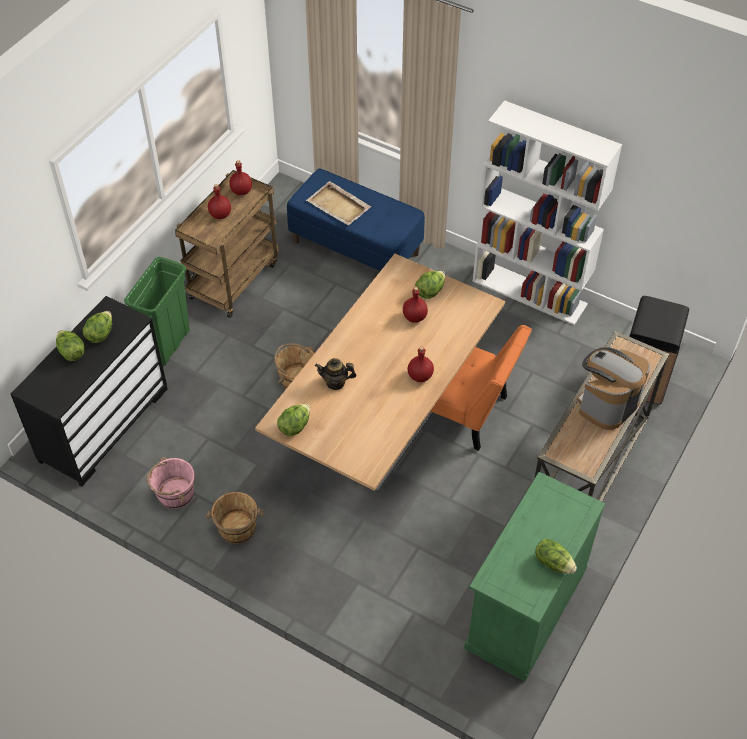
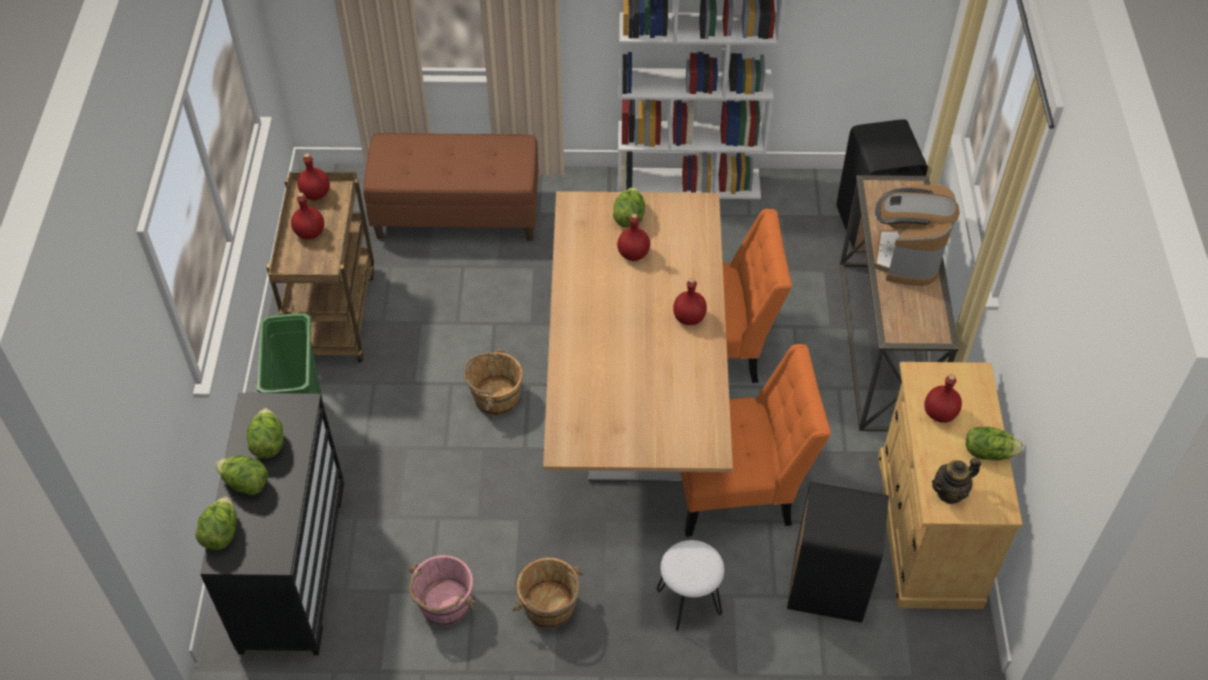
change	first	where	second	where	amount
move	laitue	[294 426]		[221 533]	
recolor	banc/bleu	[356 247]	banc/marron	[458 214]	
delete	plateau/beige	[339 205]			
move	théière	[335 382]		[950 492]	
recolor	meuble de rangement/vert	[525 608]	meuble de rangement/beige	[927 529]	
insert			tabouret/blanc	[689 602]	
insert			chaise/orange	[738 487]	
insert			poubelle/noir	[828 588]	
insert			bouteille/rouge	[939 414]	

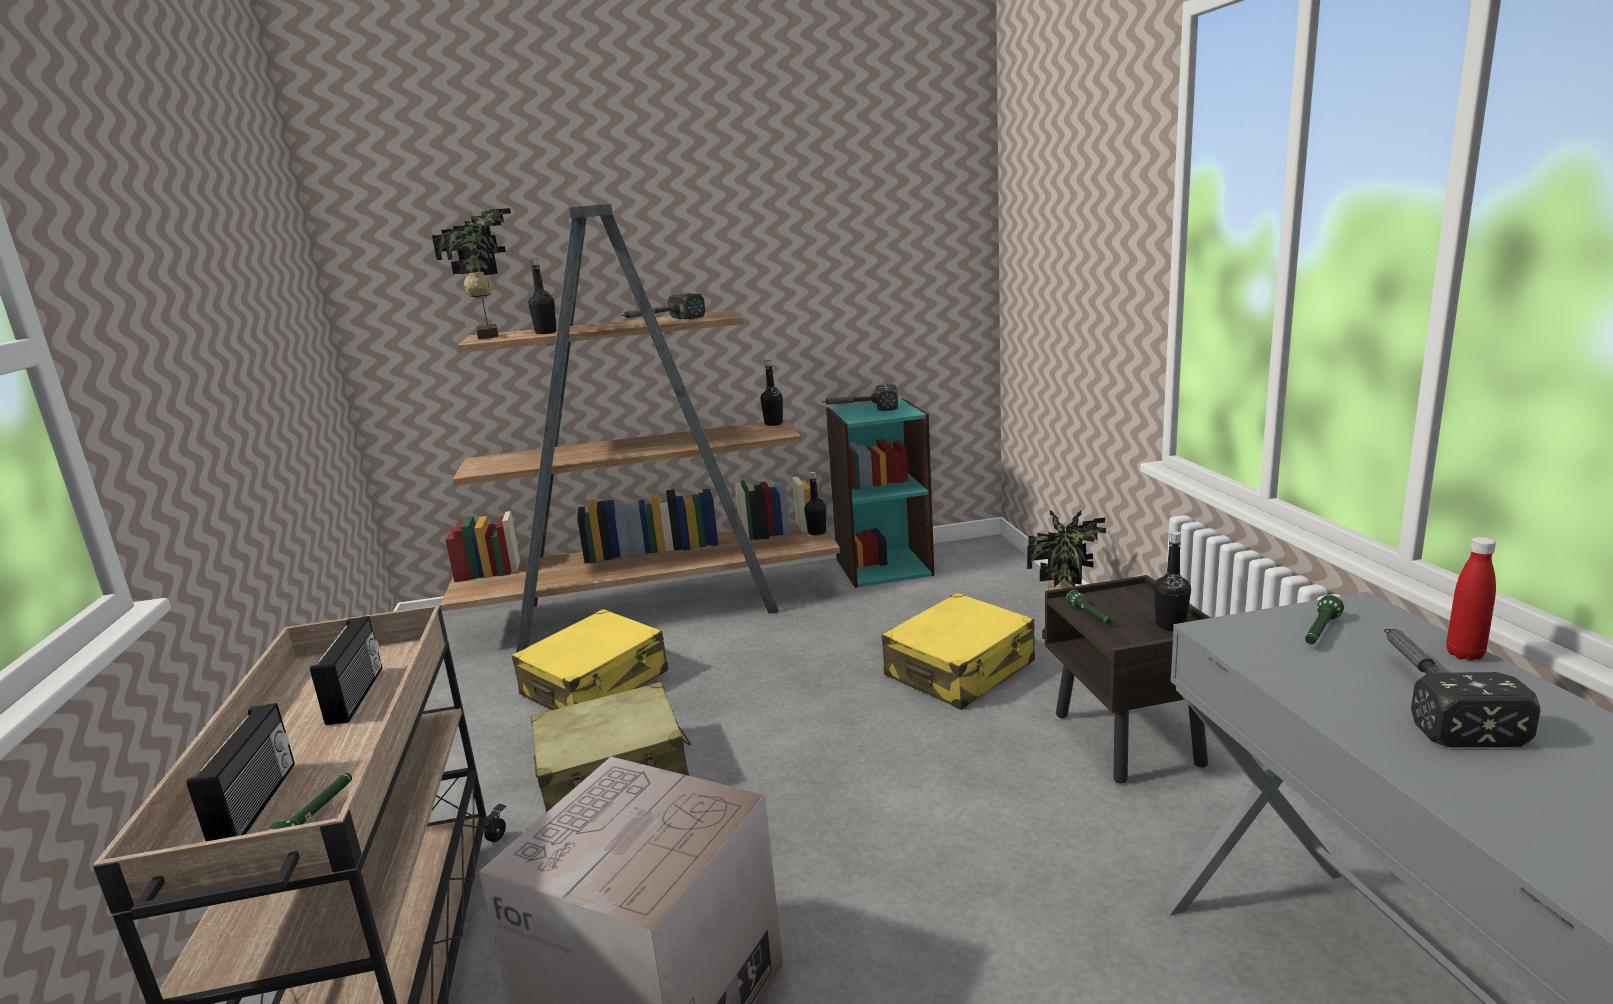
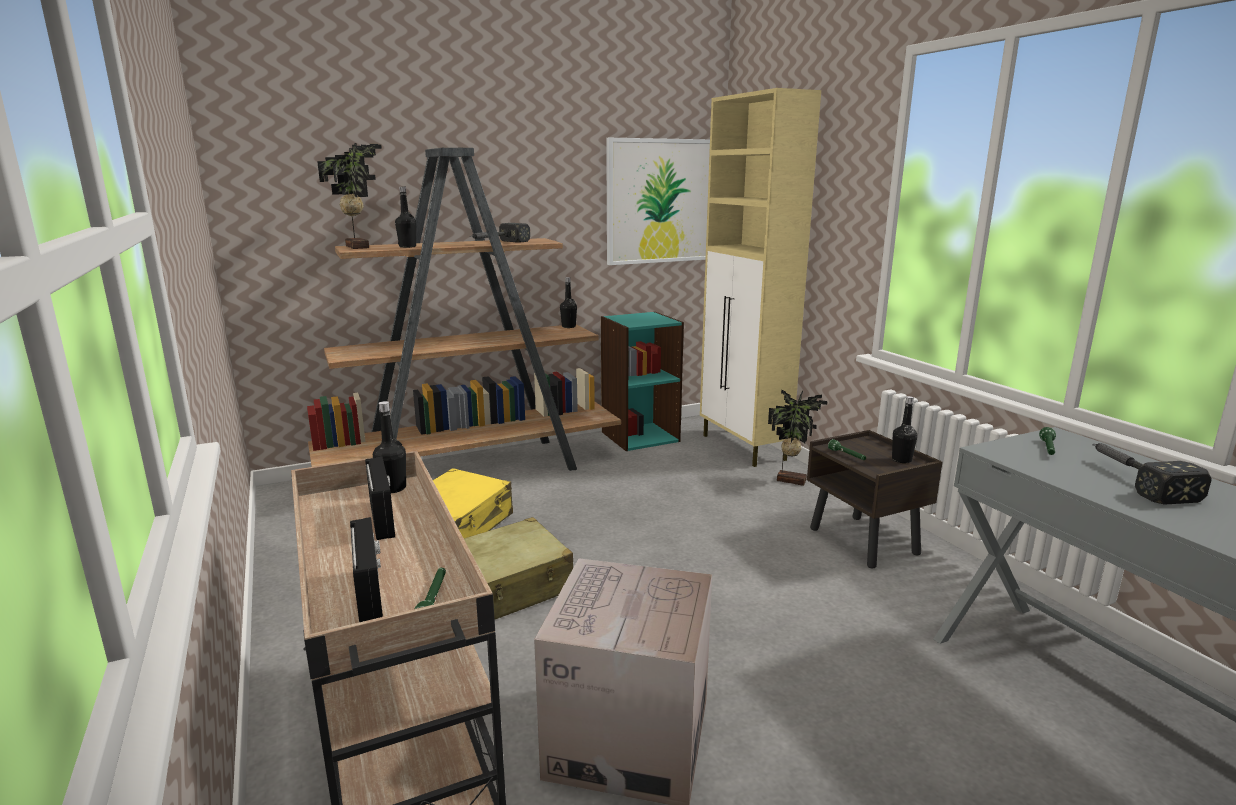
change	first	where	second	where	amount
move	bouteille/noir	[817 532]		[393 488]	
delete	marteau	[859 409]			
delete	valise/jaune	[960 670]			
delete	bouteille/rouge	[1464 654]			
insert			tableau	[660 201]	
insert			meuble de rangement/beige	[743 448]	

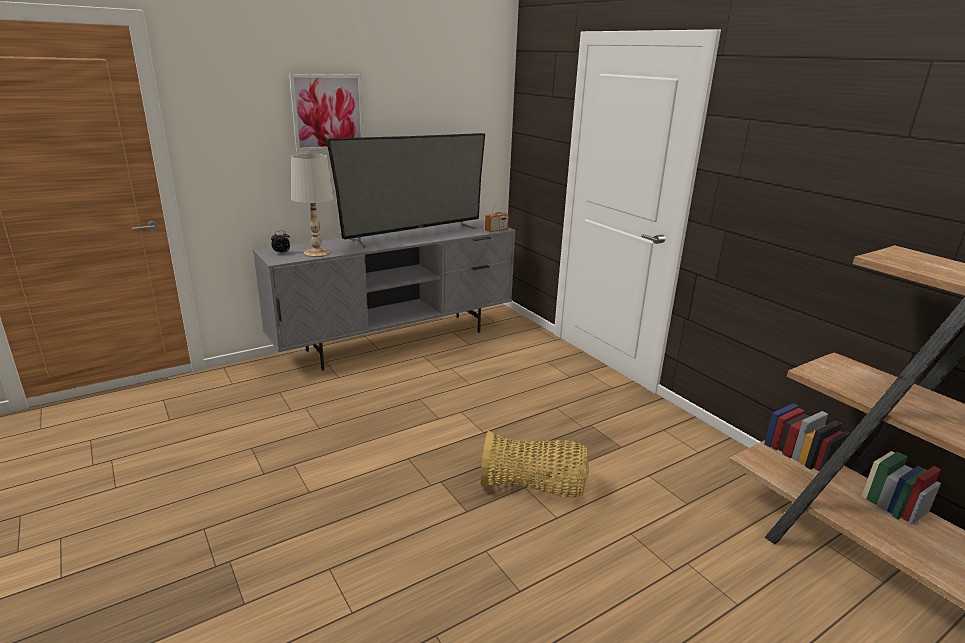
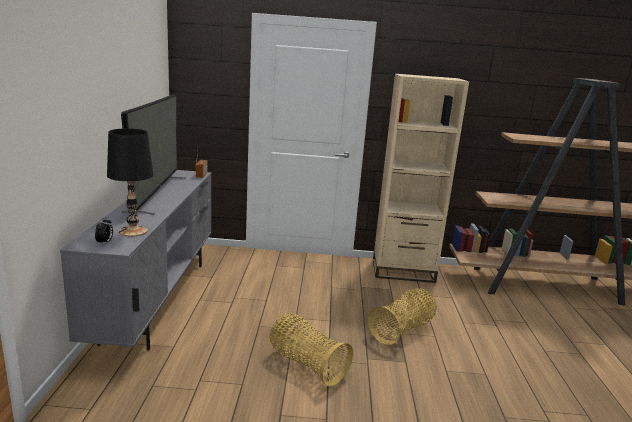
change	first	where	second	where	amount
delete	tableau	[327 112]			
recolor	lampe de table/blanc	[317 253]	lampe de table/noir	[133 231]	
insert			panier	[306 364]	
insert			bibliothèque/beige	[403 271]	

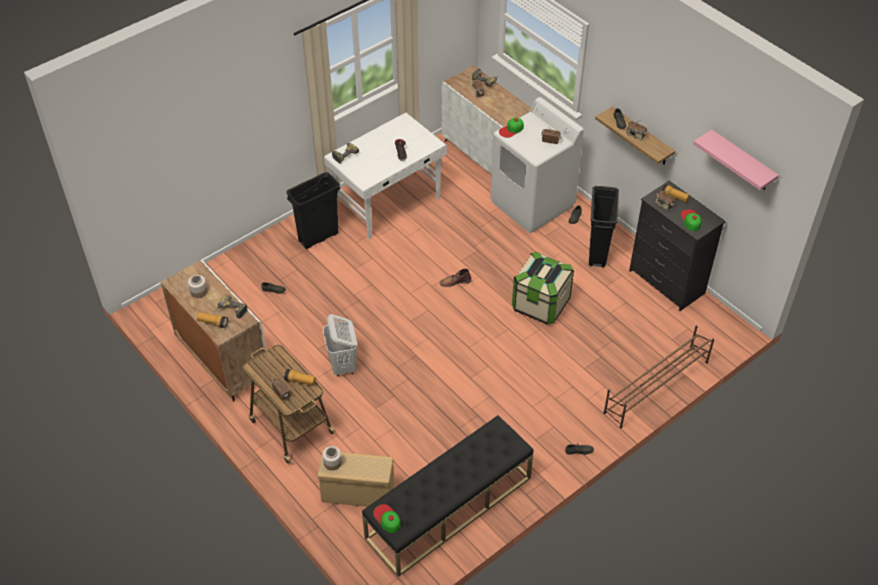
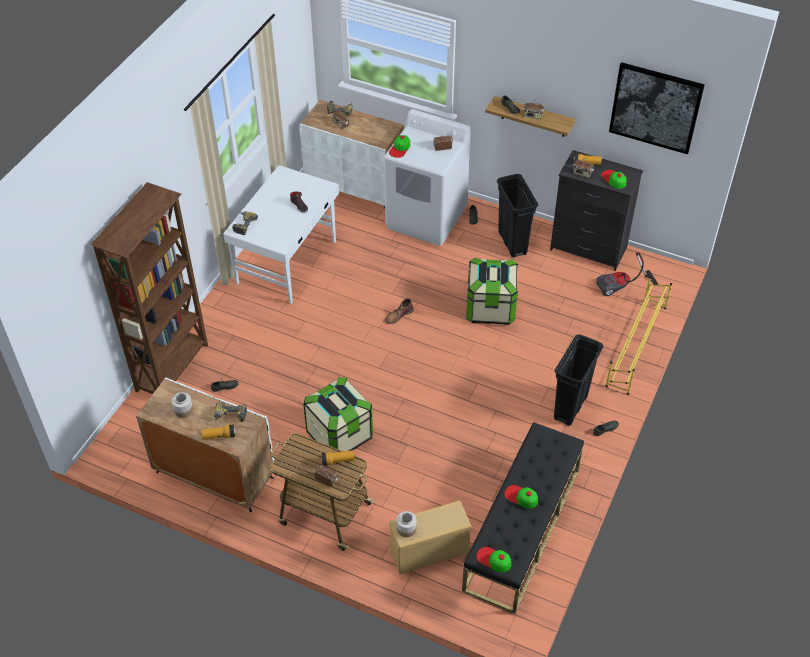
change	first	where	second	where	amount
move	poubelle/noir	[318 237]		[570 407]	
replace	panier à linge/blanc	[343 365]	boîte de rangement	[340 435]	
recolor	étagère à chaussures/marron	[655 387]	étagère à chaussures/jaune	[636 346]	
replace	étagère/rose	[742 161]	tableau	[655 107]	
insert			bibliothèque/marron	[173 367]	
insert			casquette	[521 497]	
insert			aspirateur	[622 287]	

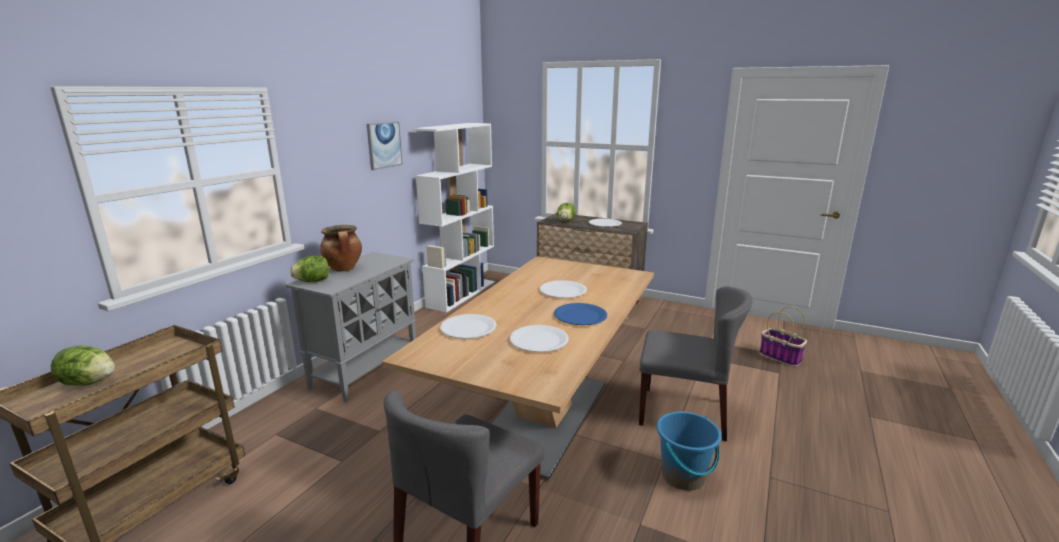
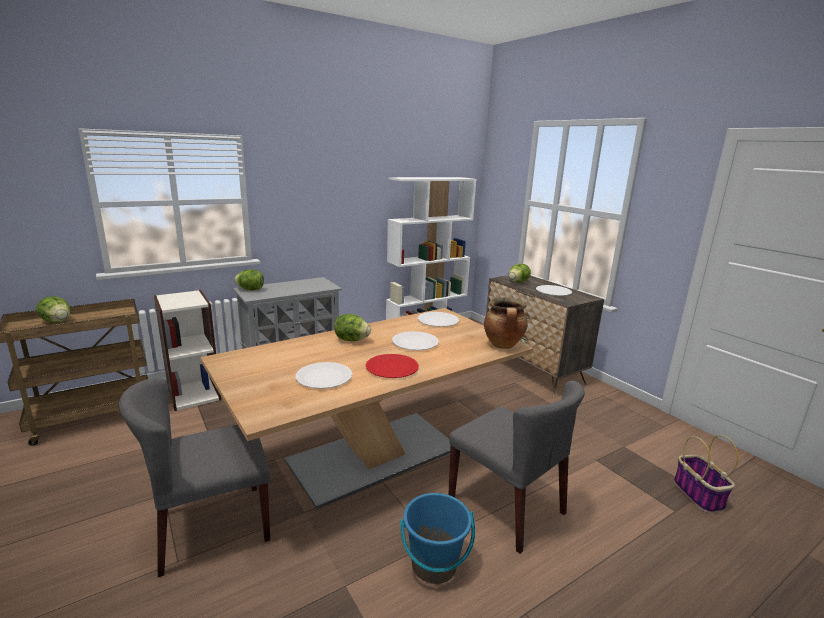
change	first	where	second	where	amount
move	marmite	[344 269]		[503 345]	
delete	tableau	[384 145]			
move	assiette/blanc	[468 328]		[438 321]	
recolor	assiette/bleu	[580 316]	assiette/rouge	[392 367]	
insert			bibliothèque	[194 394]	
insert			laitue	[351 340]	

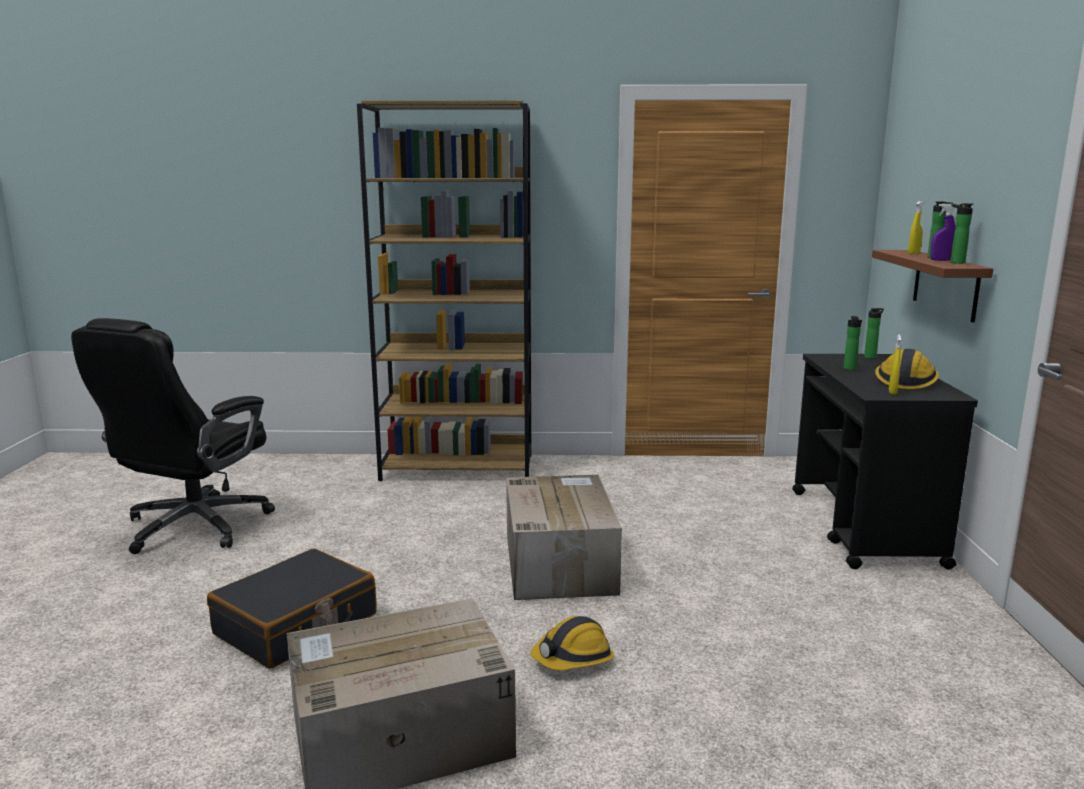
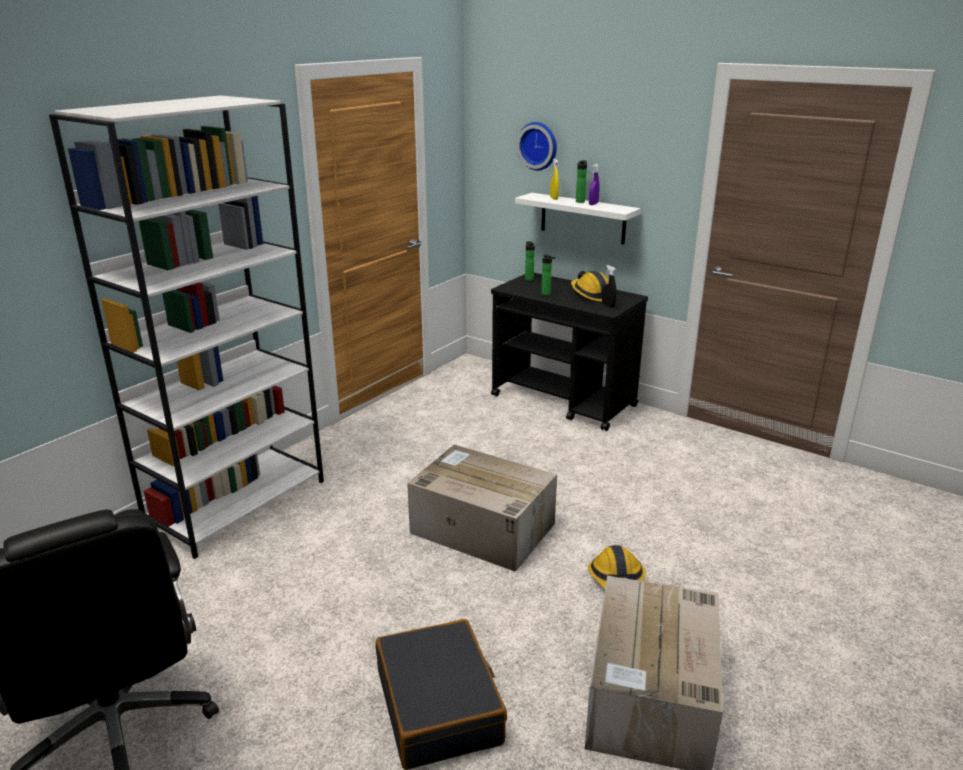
change	first	where	second	where	amount
recolor	bibliothèque/marron	[459 467]	bibliothèque/blanc	[238 502]	
recolor	étagère/marron	[945 284]	étagère/blanc	[583 218]	
recolor	vaporisateur/jaune	[892 392]	vaporisateur/noir	[608 305]	
delete	bouteille	[955 262]			
insert			horloge murale	[538 145]	

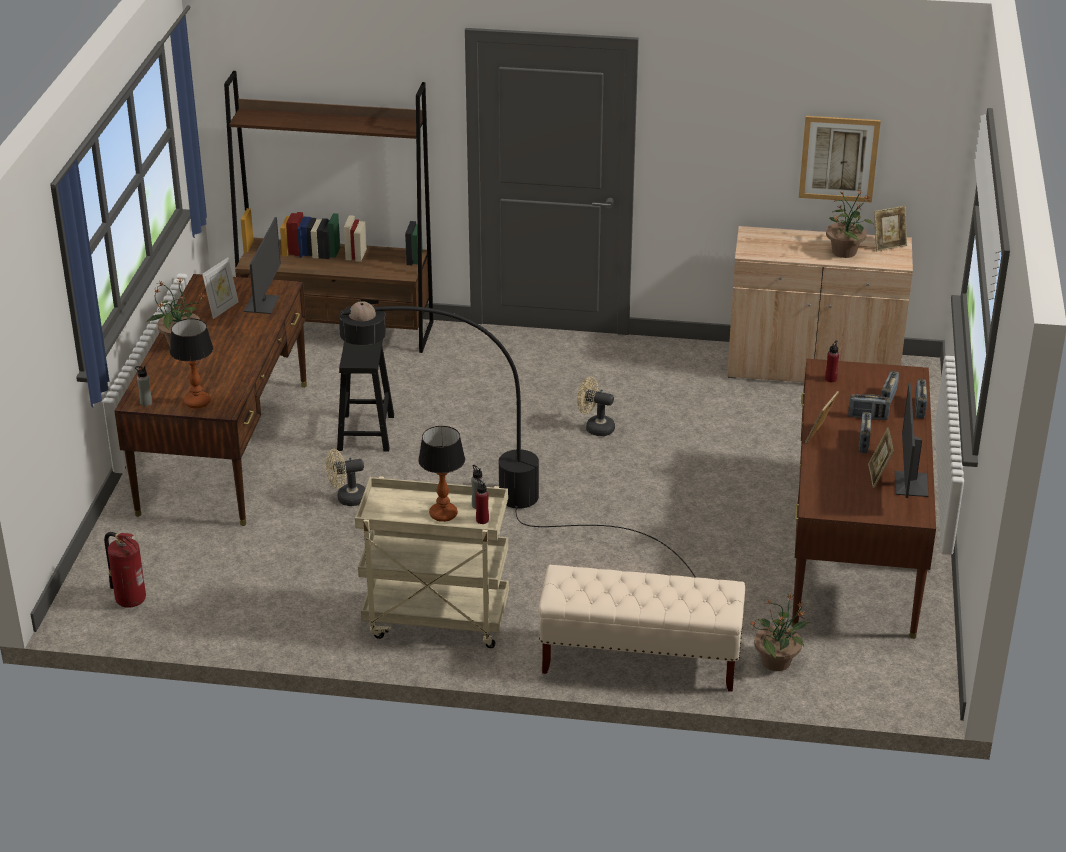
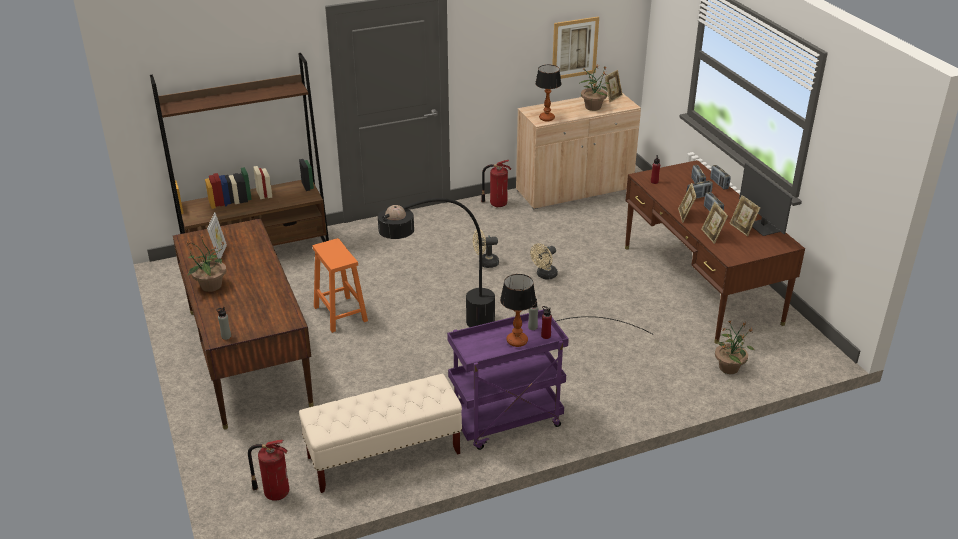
change	first	where	second	where	amount
move	lampe de table	[198 402]		[547 118]	
delete	écran d'ordinateur	[263 304]			
move	ventilateur/beige	[347 499]		[544 275]	
recolor	tabouret/noir	[366 433]	tabouret/orange	[341 314]	
recolor	chariot/beige	[435 621]	chariot/violet	[505 423]	
move	banc/beige	[639 660]		[383 456]	
insert			extincteur	[497 204]	
insert			cadre photo	[712 236]	

